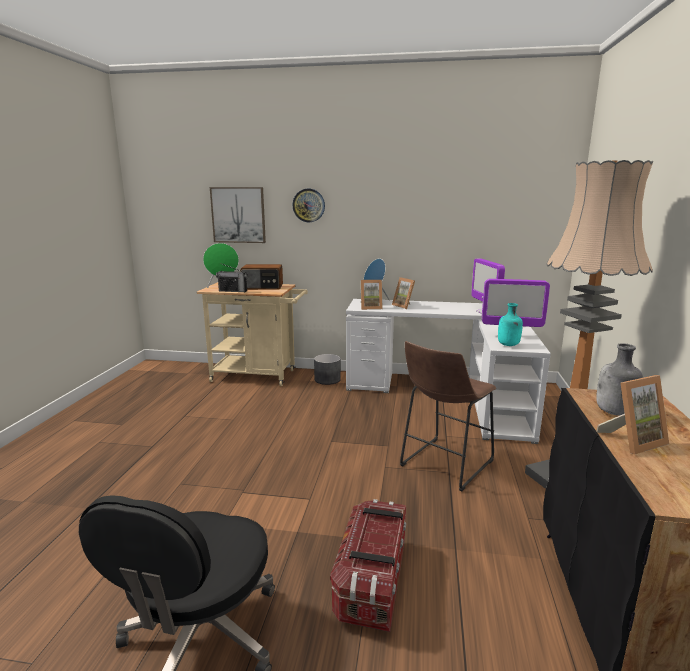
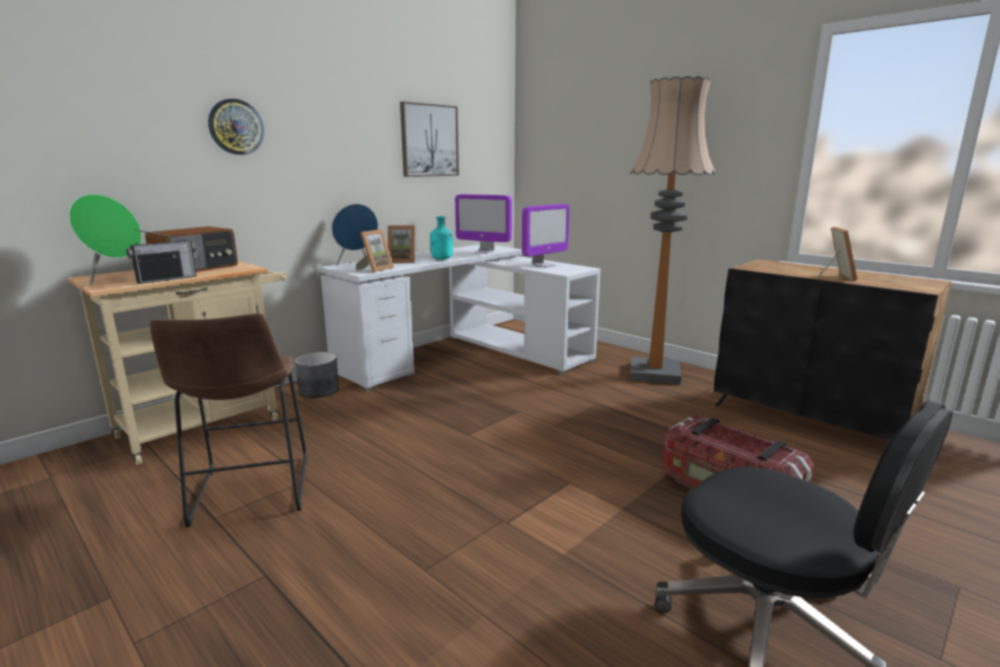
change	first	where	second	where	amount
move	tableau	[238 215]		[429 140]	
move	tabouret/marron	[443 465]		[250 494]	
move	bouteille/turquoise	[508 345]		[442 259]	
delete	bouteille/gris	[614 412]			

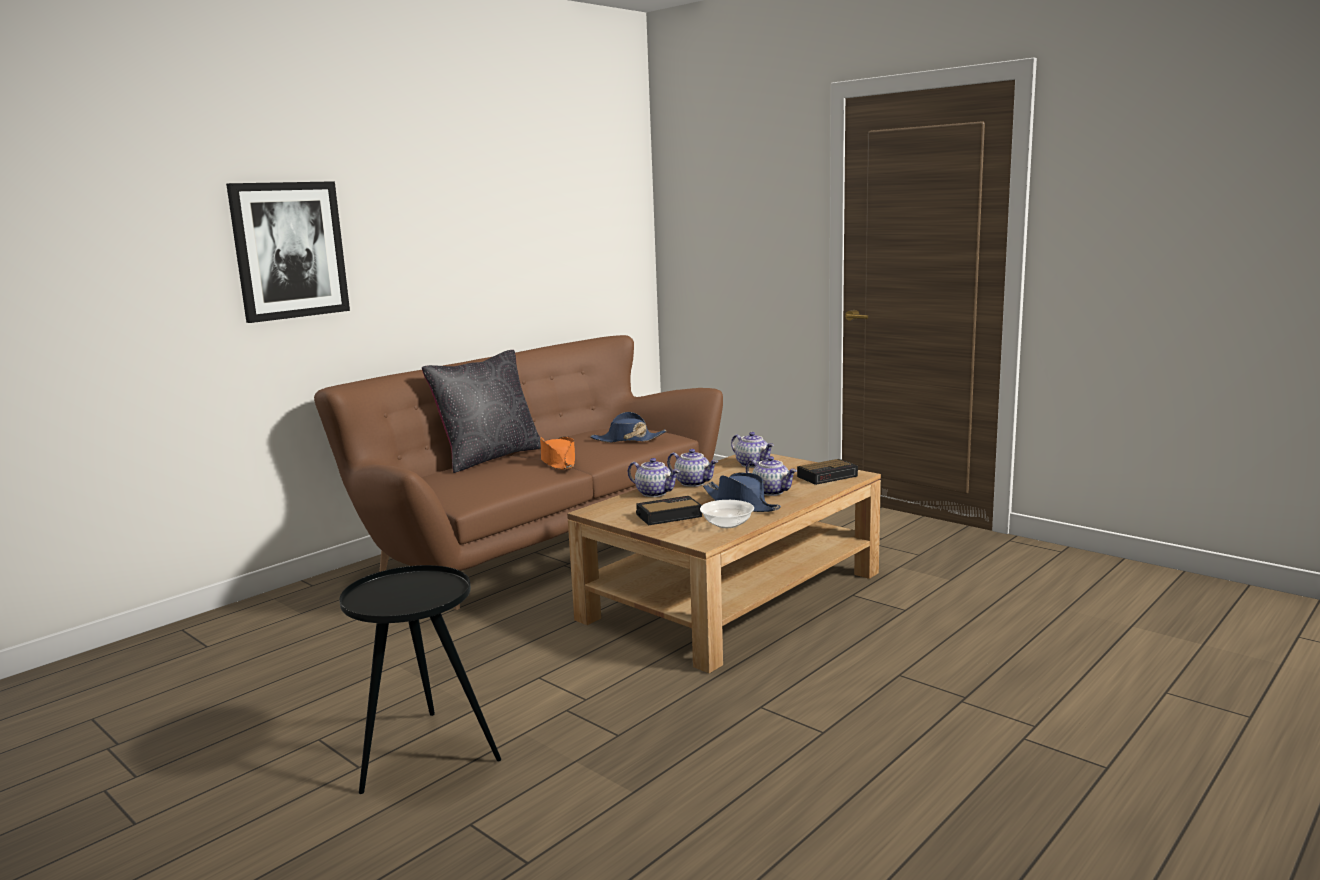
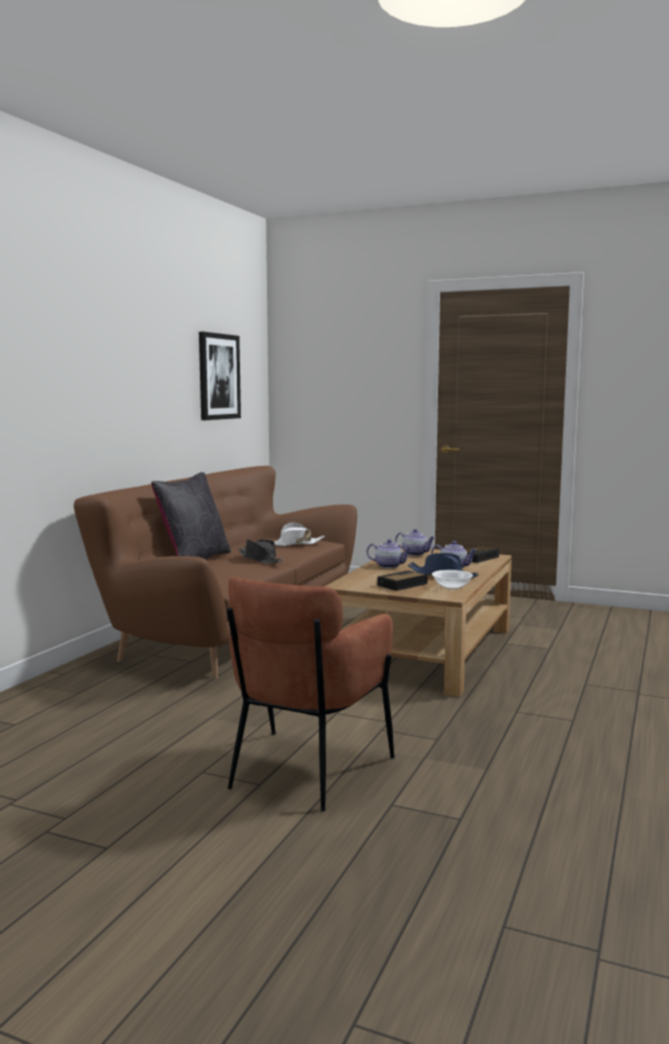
change	first	where	second	where	amount
move	tableau	[289 250]		[218 376]	
replace	table d'appoint/noir	[424 756]	fauteuil/marron	[305 770]	
recolor	chapeau/orange	[558 462]	chapeau/noir	[260 559]	
recolor	chapeau/bleu	[628 440]	chapeau/blanc	[295 544]	
delete	théière	[655 493]			

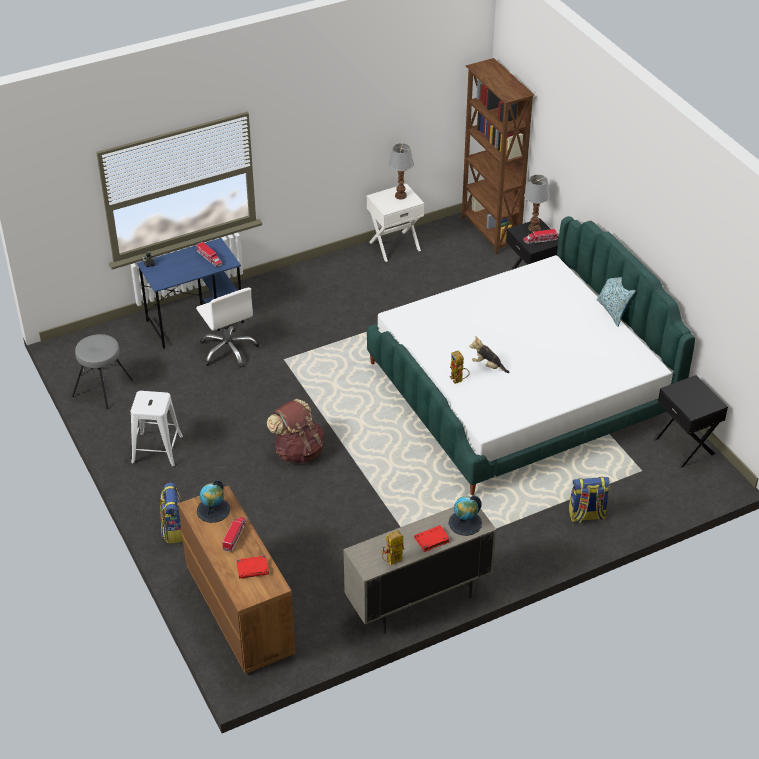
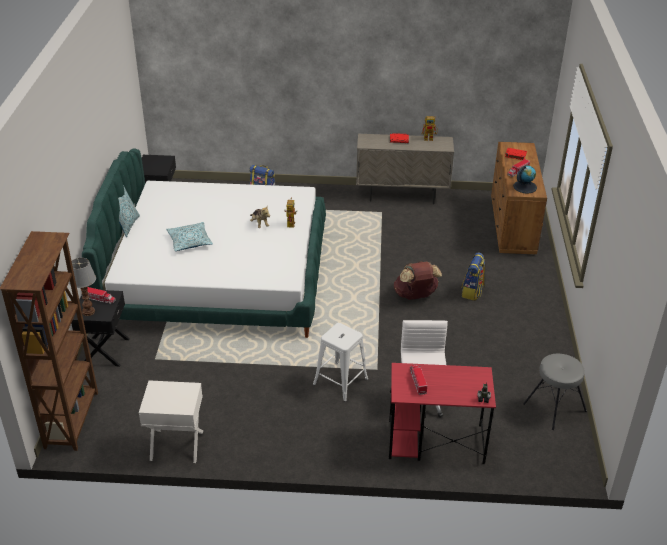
change	first	where	second	where	amount
move	tabouret/blanc	[157 450]		[340 381]	
recolor	bureau/bleu	[195 321]	bureau/rouge	[435 442]	
move	sac à dos	[174 530]		[472 292]	
delete	lampe de table	[401 196]			
delete	globe	[465 523]			
insert			coussin	[189 241]	

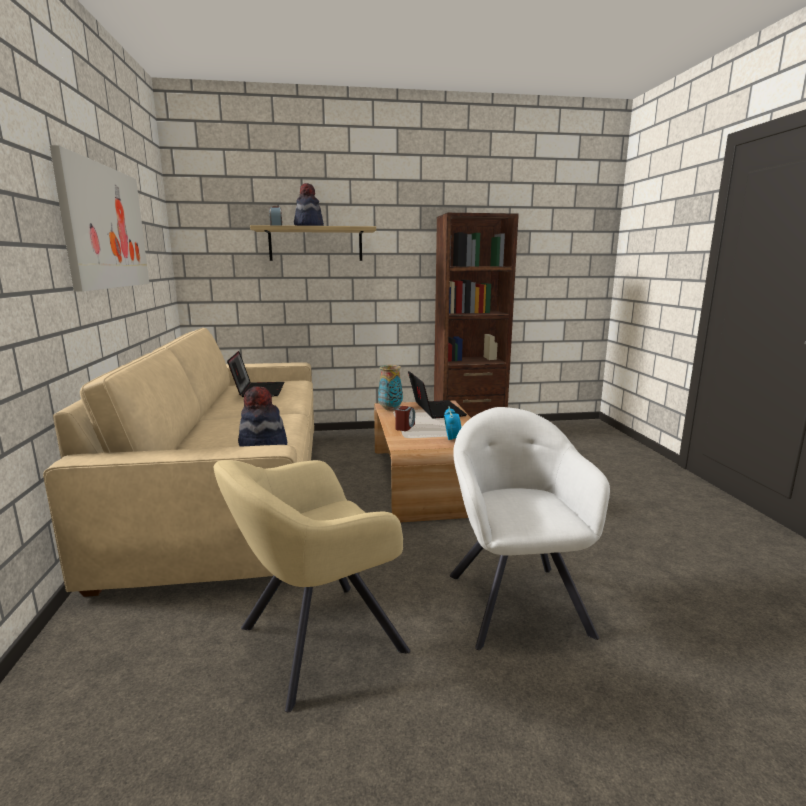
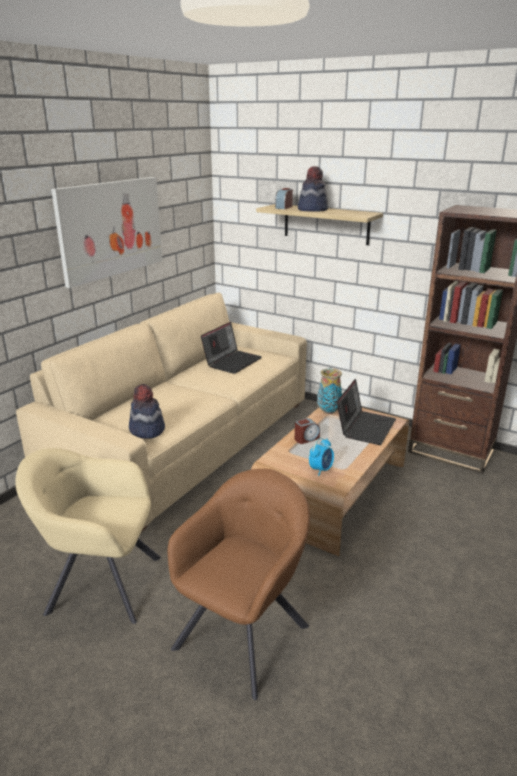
change	first	where	second	where	amount
recolor	fauteuil/blanc	[515 599]	fauteuil/marron	[244 632]	

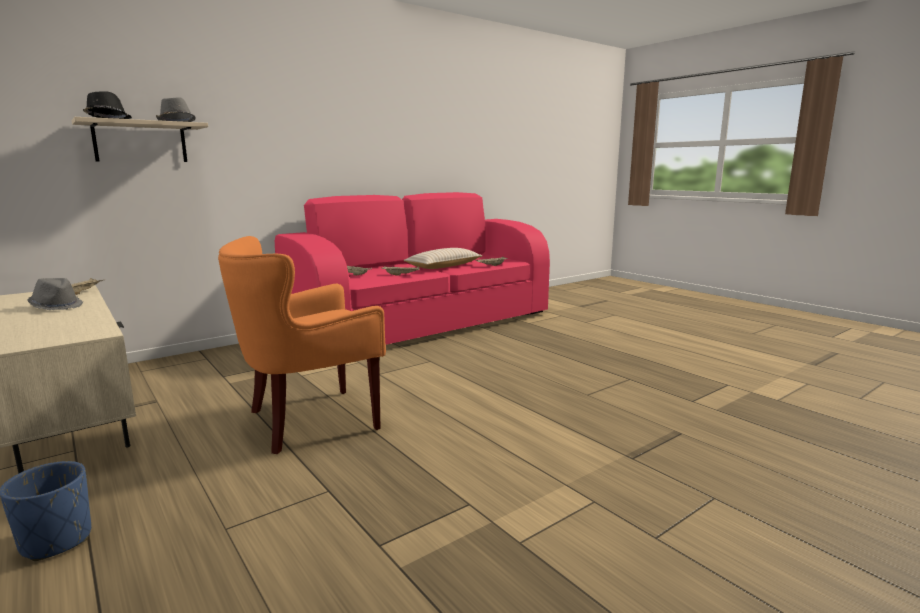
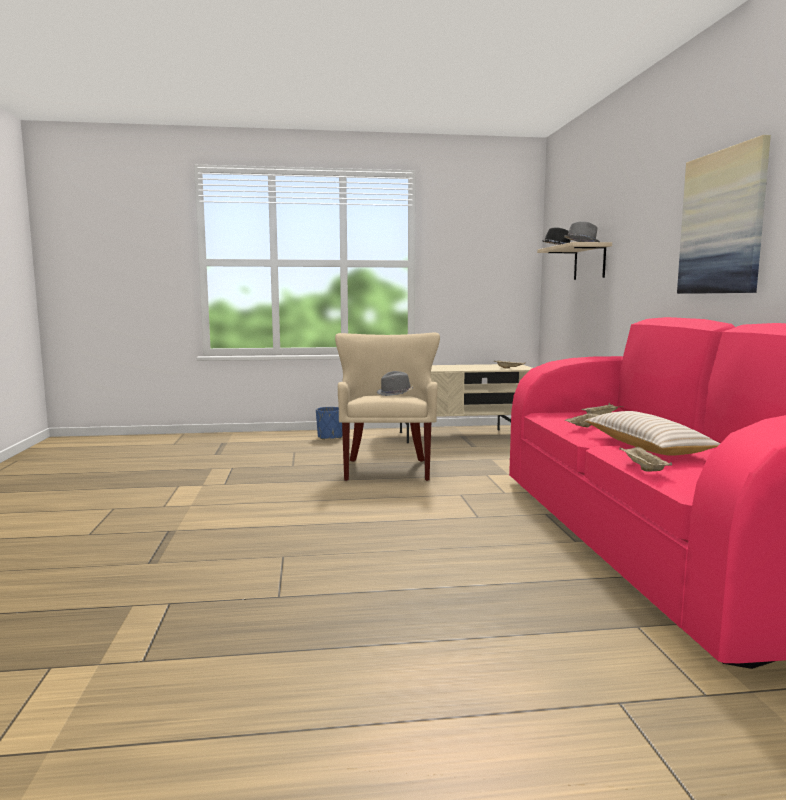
change	first	where	second	where	amount
move	chapeau/gris	[57 306]		[395 393]	
recolor	fauteuil/orange	[309 420]	fauteuil/beige	[387 469]	
insert			tableau	[722 222]	

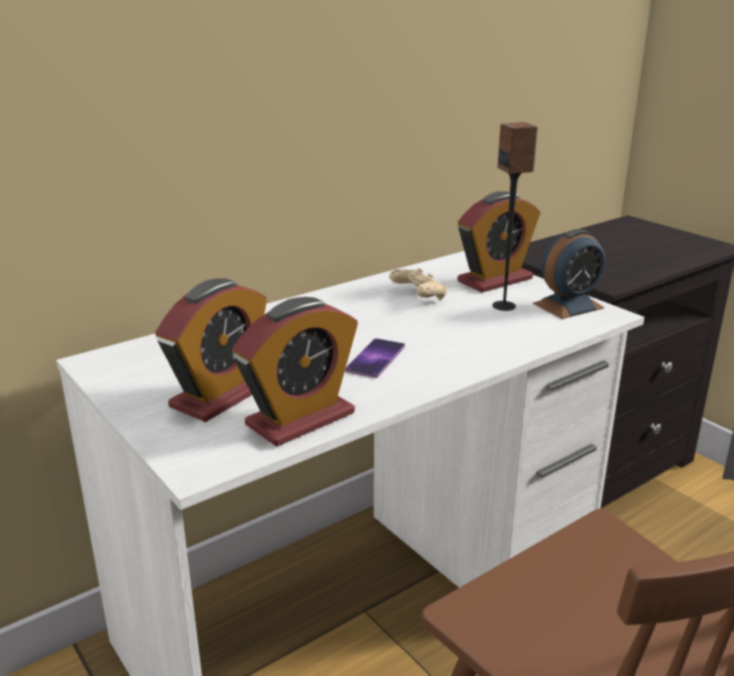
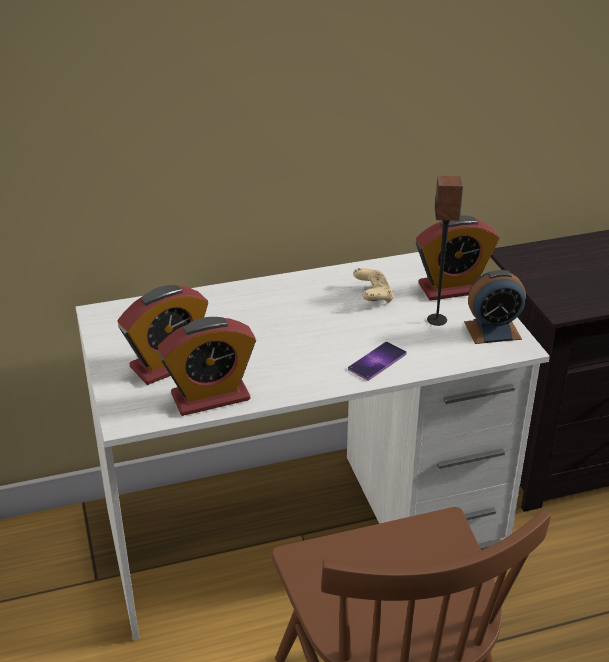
change	first	where	second	where	amount
move	téléphone	[375 358]		[377 361]	

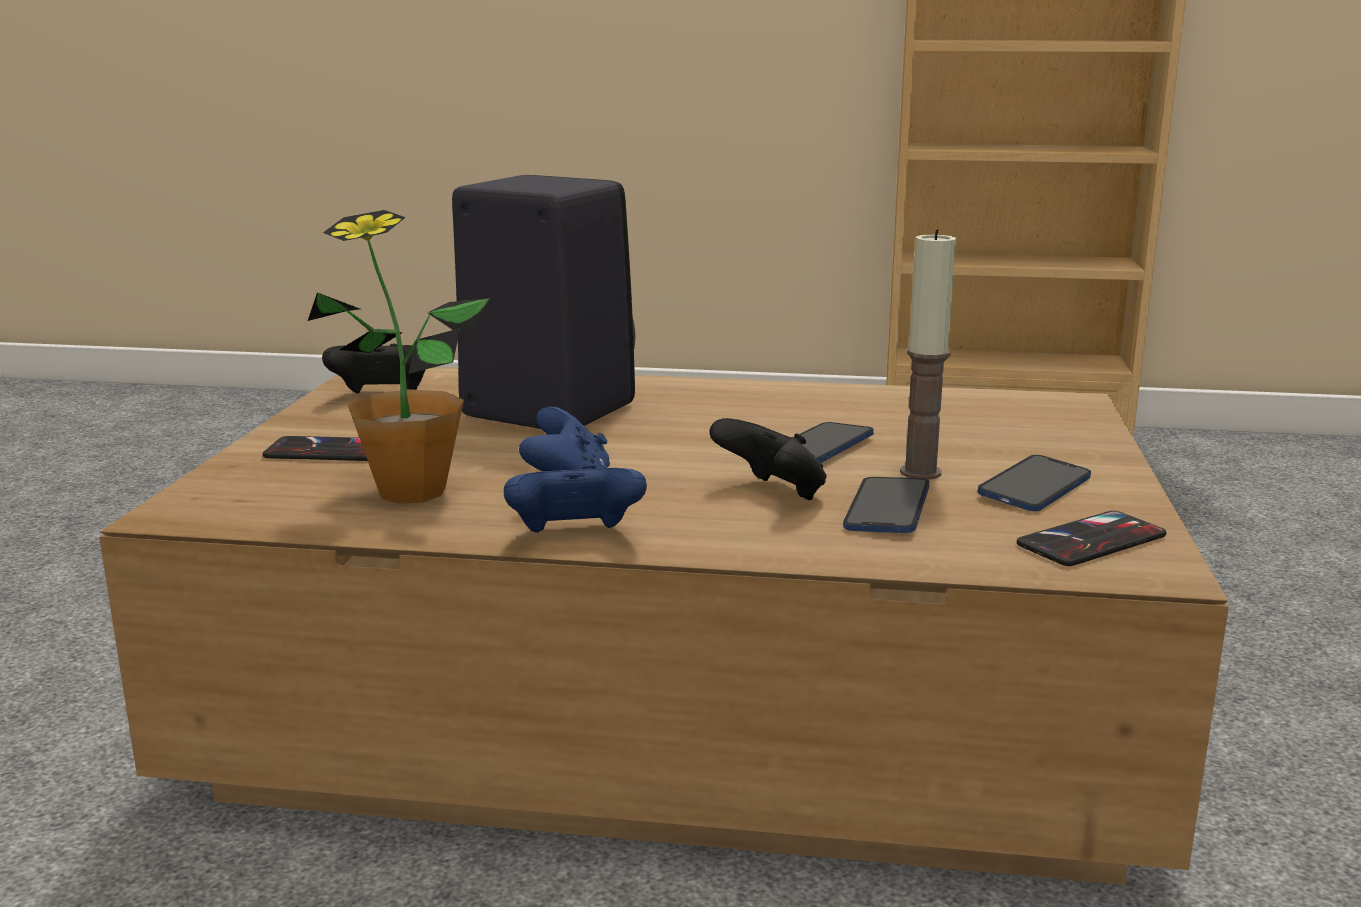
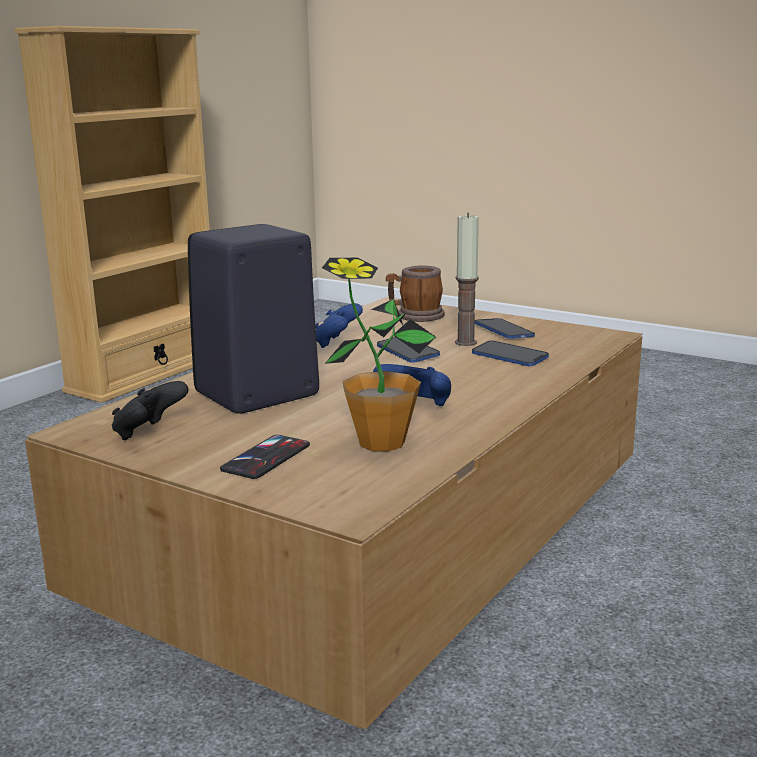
change	first	where	second	where	amount
move	manette/bleu	[575 537]		[336 343]	
delete	manette/noir	[772 494]			
delete	téléphone	[1092 540]			
insert			mug	[415 316]	

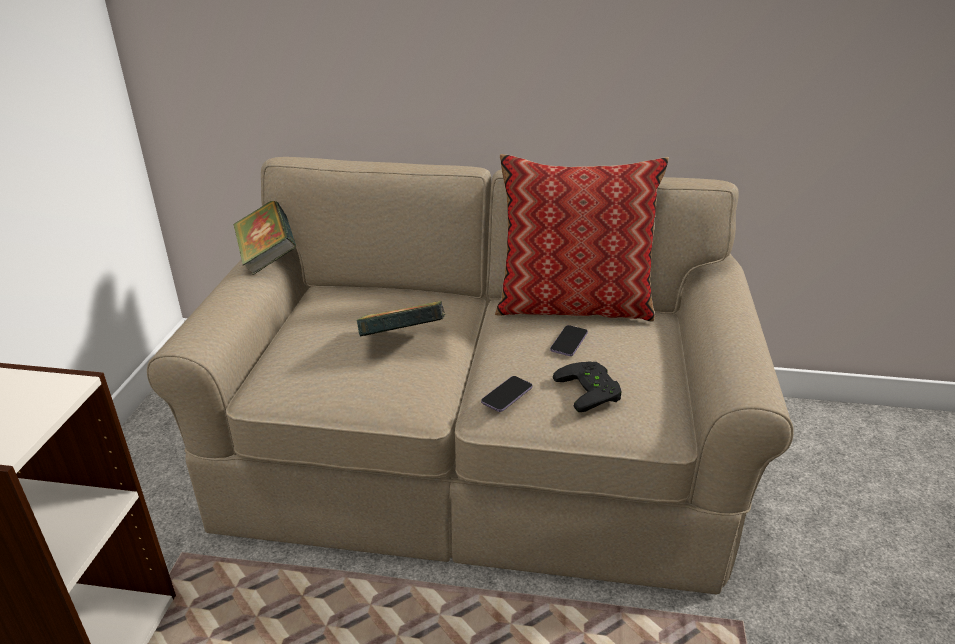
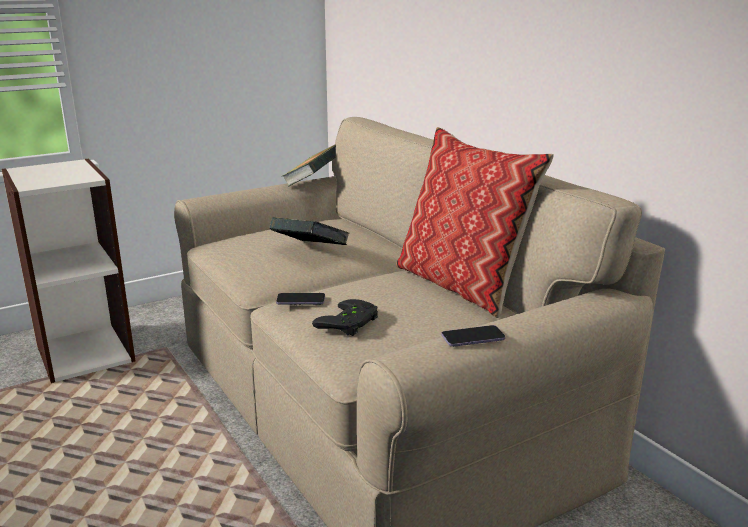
change	first	where	second	where	amount
move	téléphone	[569 342]		[473 338]	

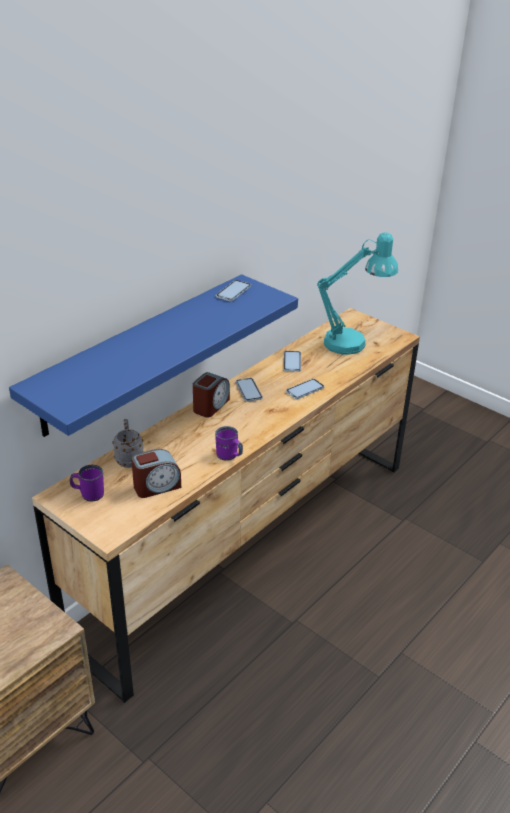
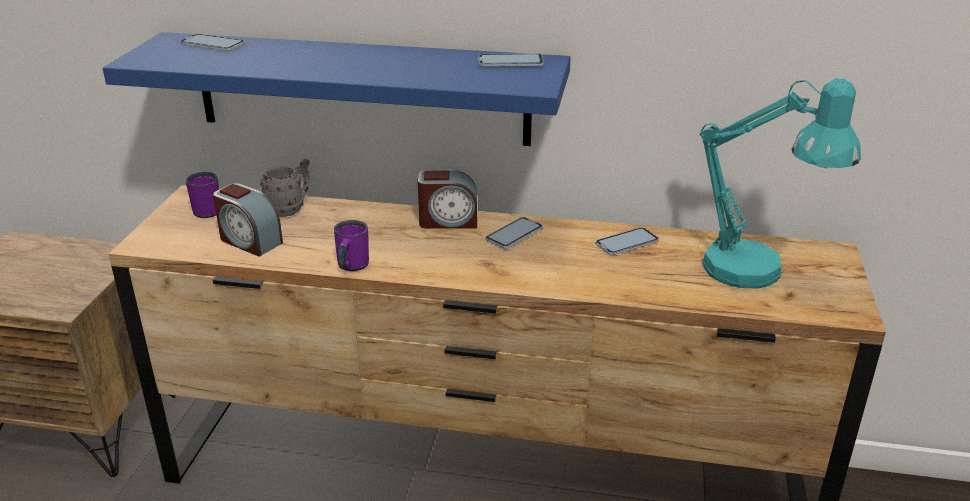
change	first	where	second	where	amount
move	téléphone	[305 390]		[213 44]	

